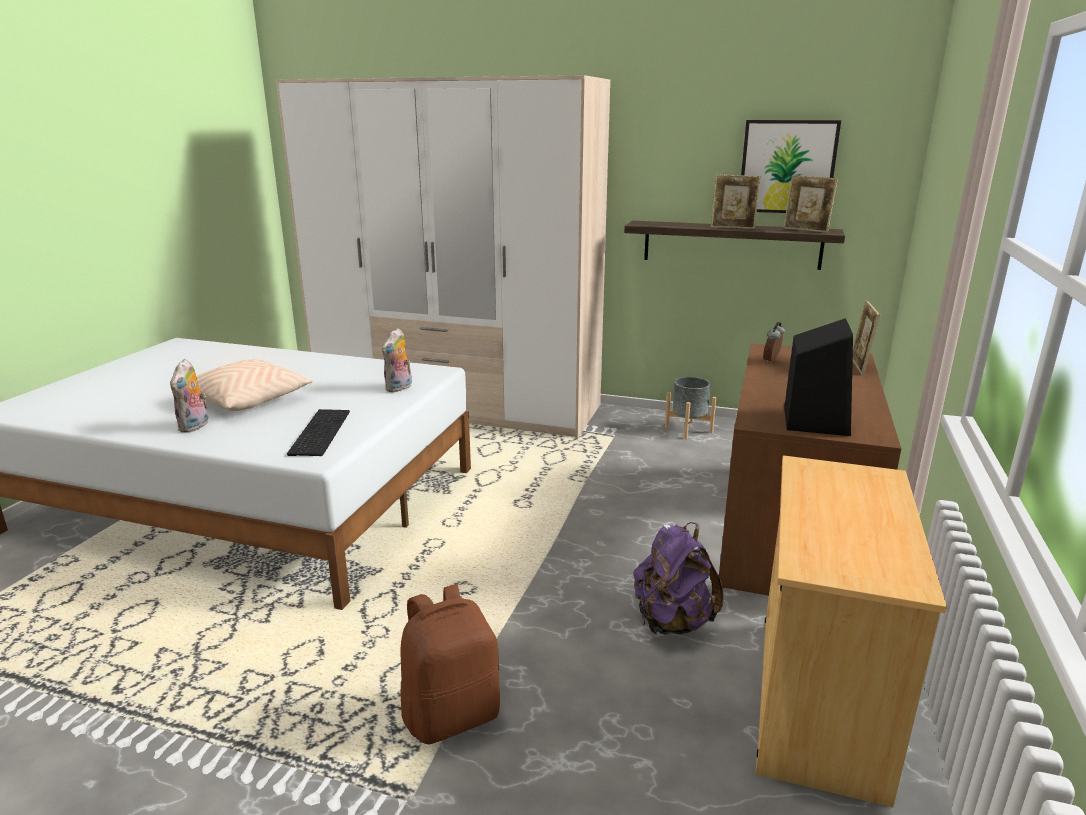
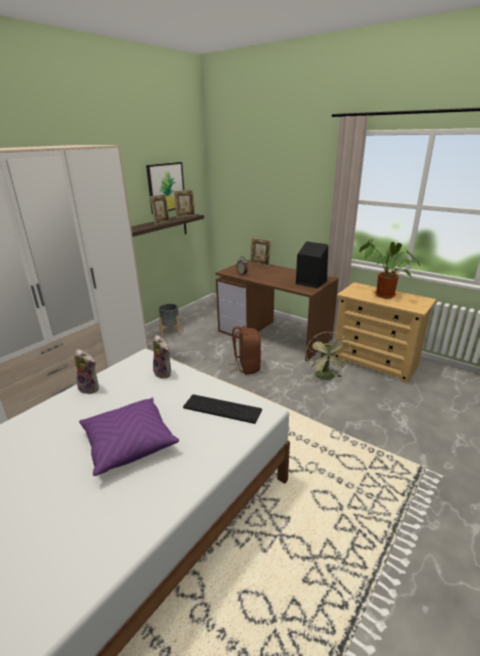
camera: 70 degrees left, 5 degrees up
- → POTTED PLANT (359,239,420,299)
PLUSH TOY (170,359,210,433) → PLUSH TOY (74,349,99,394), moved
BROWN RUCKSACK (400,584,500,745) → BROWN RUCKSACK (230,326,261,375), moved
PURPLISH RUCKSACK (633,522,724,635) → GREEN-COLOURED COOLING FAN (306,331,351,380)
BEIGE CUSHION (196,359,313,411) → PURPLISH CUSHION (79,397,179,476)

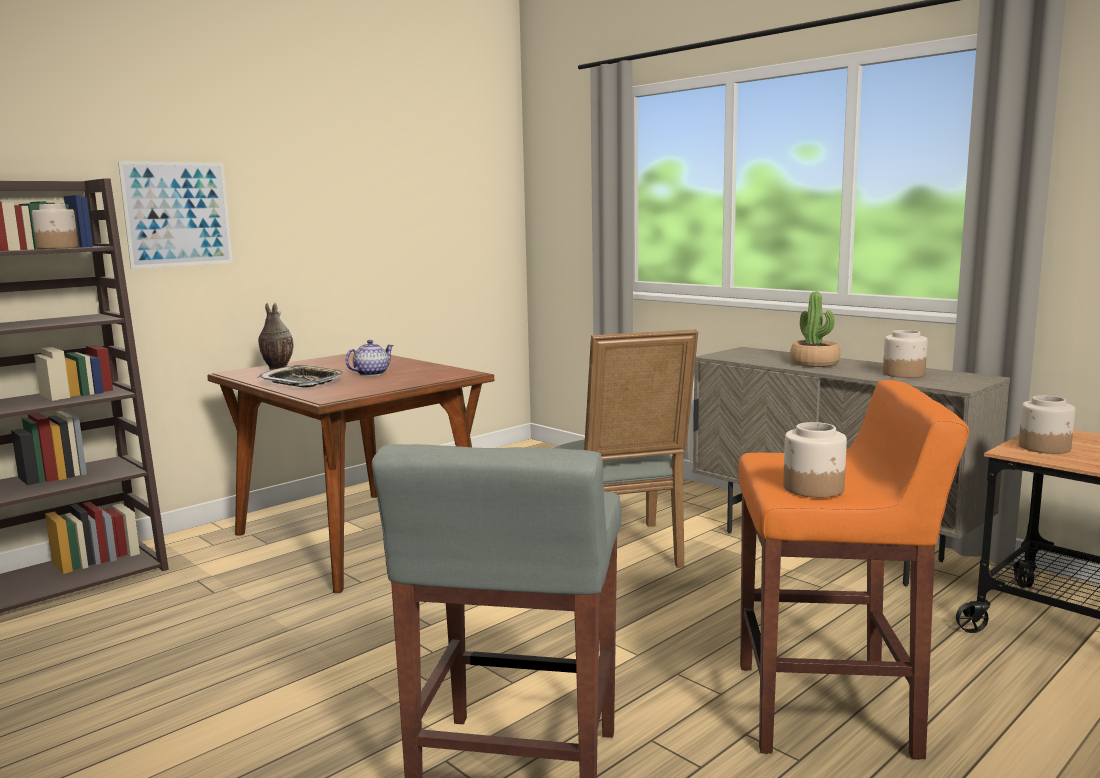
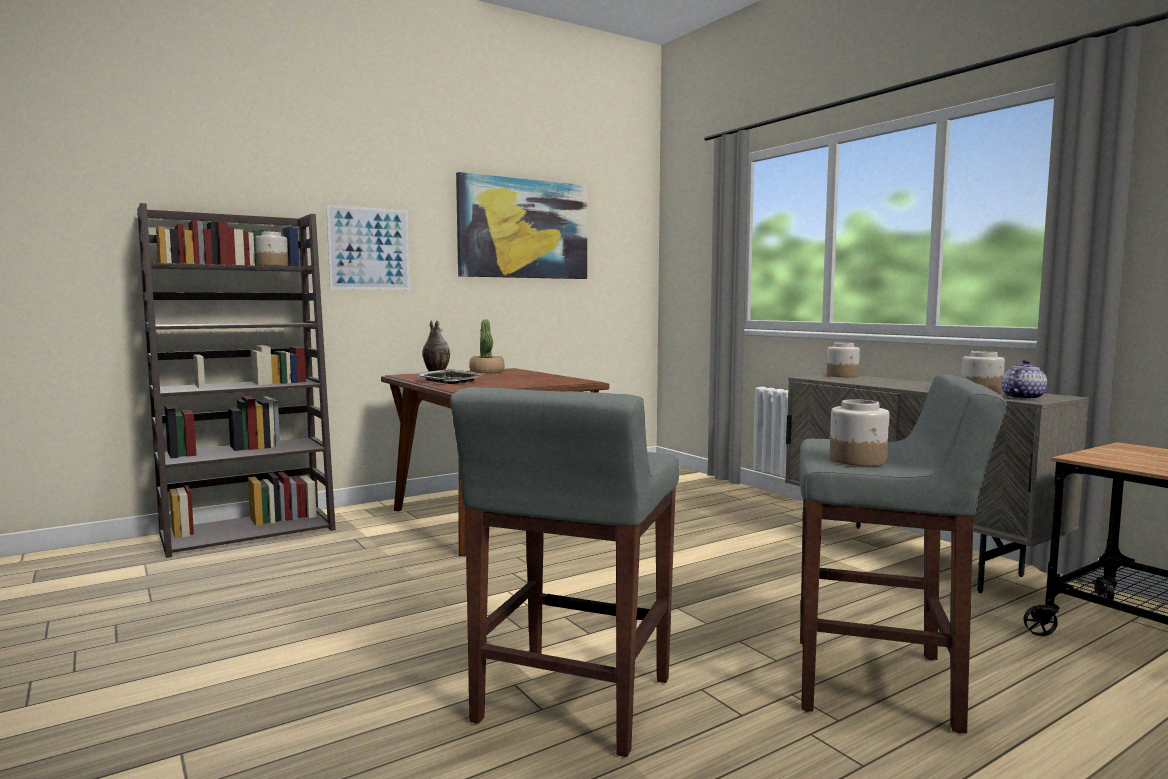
camera: 10 degrees right, 5 degrees down
GRAY CHAIR (554,329,698,568) → -
- → PICTURE (456,172,587,279)
TEAPOT (346,340,394,376) → TEAPOT (1002,360,1047,400), moved
POTTED PLANT (790,292,840,367) → POTTED PLANT (469,319,505,374), moved
PRESERVE JAR (1019,396,1075,454) → PRESERVE JAR (827,342,860,377), moved
ORANGE SITTING STOOL (739,380,969,760) → GRAY SITTING STOOL (799,374,1007,733)

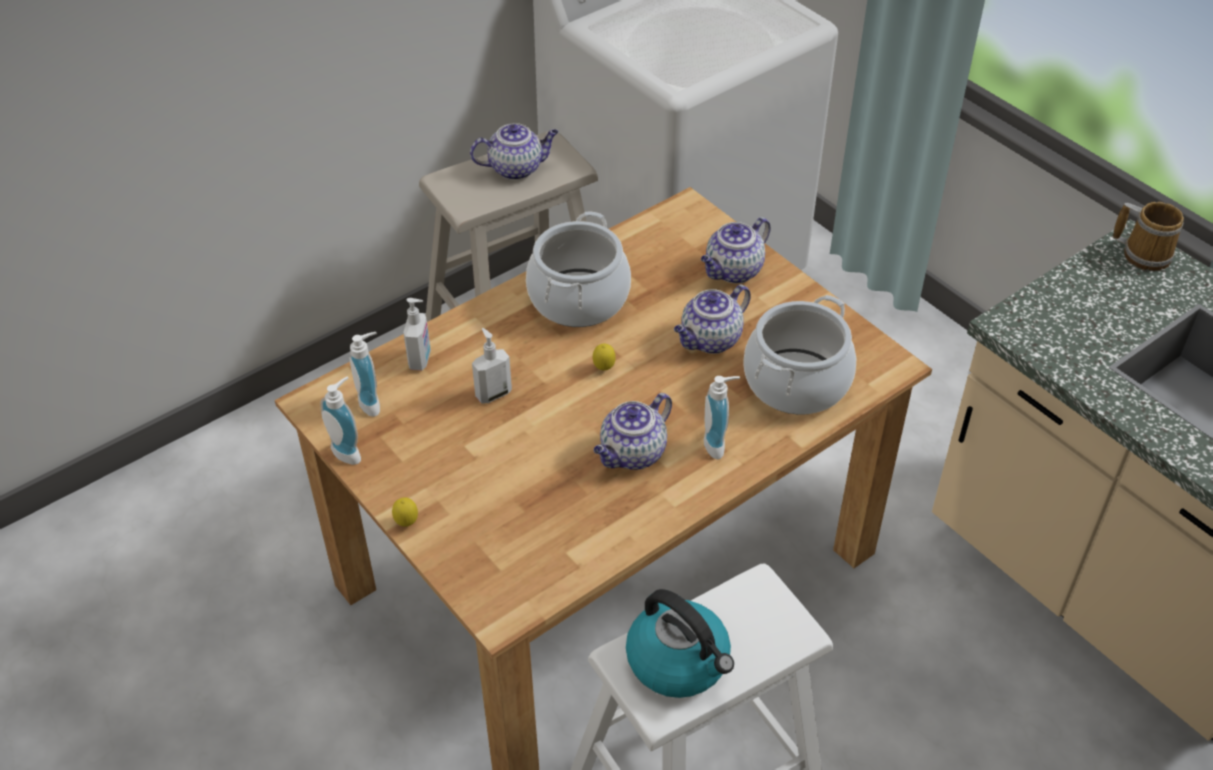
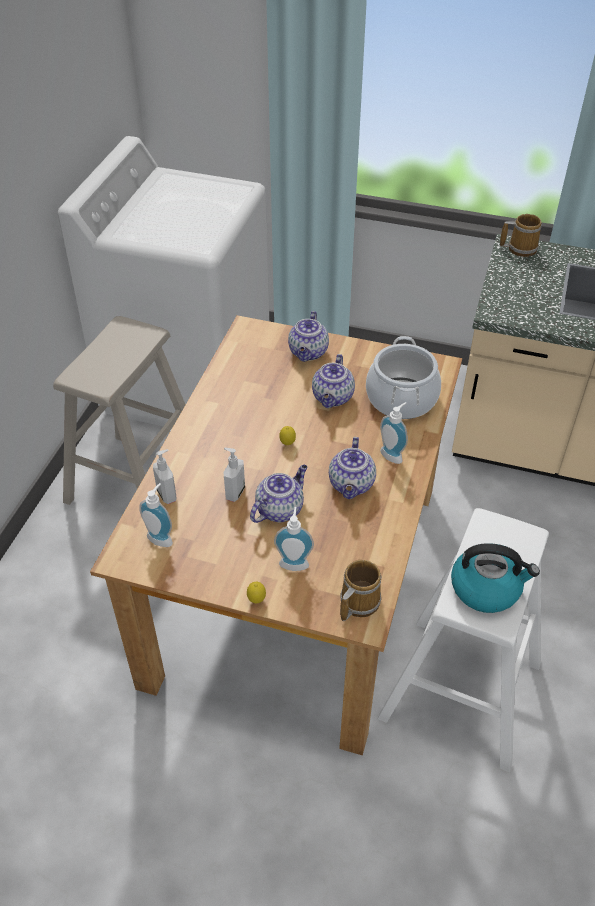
camera: 35 degrees left, 0 degrees up
STOCKPOT (526,211,631,327) → -
- → MUG (340,560,382,621)
LIQUID SOAP BOTTLE (320,377,361,465) → LIQUID SOAP BOTTLE (274,507,314,571), moved
TEAPOT (470,123,558,180) → TEAPOT (250,465,307,523), moved

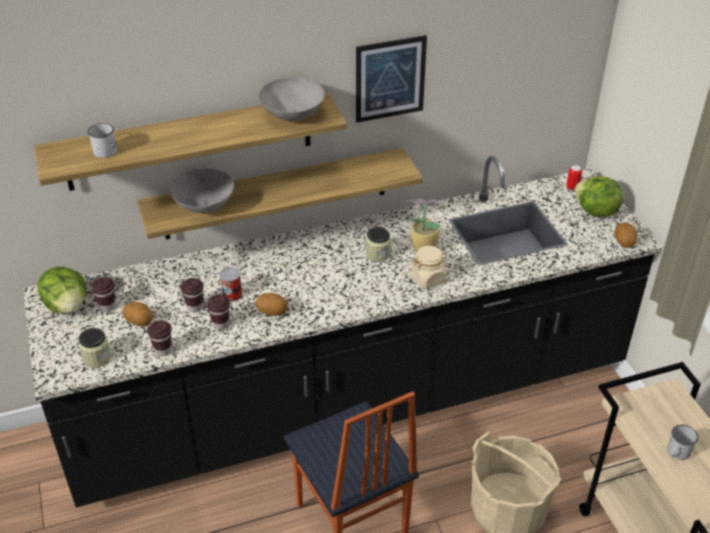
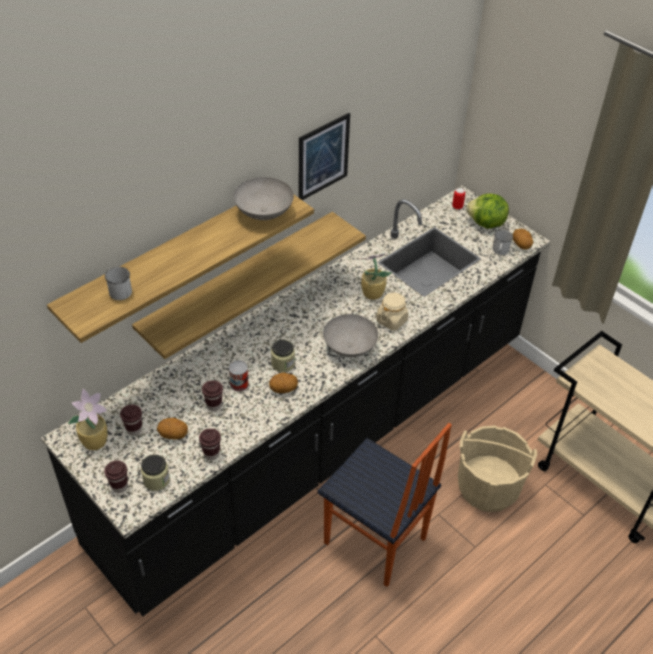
camera: 25 degrees left, 5 degrees up
GRAY SERVING BOWL (170,169,234,213) → GRAY SERVING BOWL (323,314,378,357), moved
BROWN CUP (207,295,230,330) → BROWN CUP (104,460,128,493), moved
PRESERVE JAR (366,227,391,262) → PRESERVE JAR (271,339,295,372), moved
WHITE-COLOURED MUG (667,425,698,460) → WHITE-COLOURED MUG (493,230,513,255), moved
LETTUCE (37,267,86,314) → POTTED PLANT (68,389,107,450)

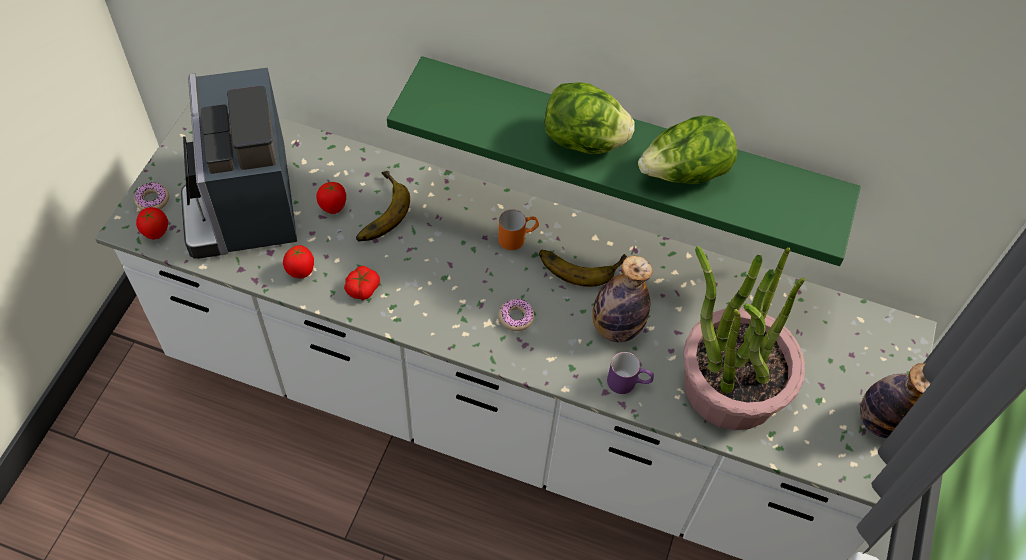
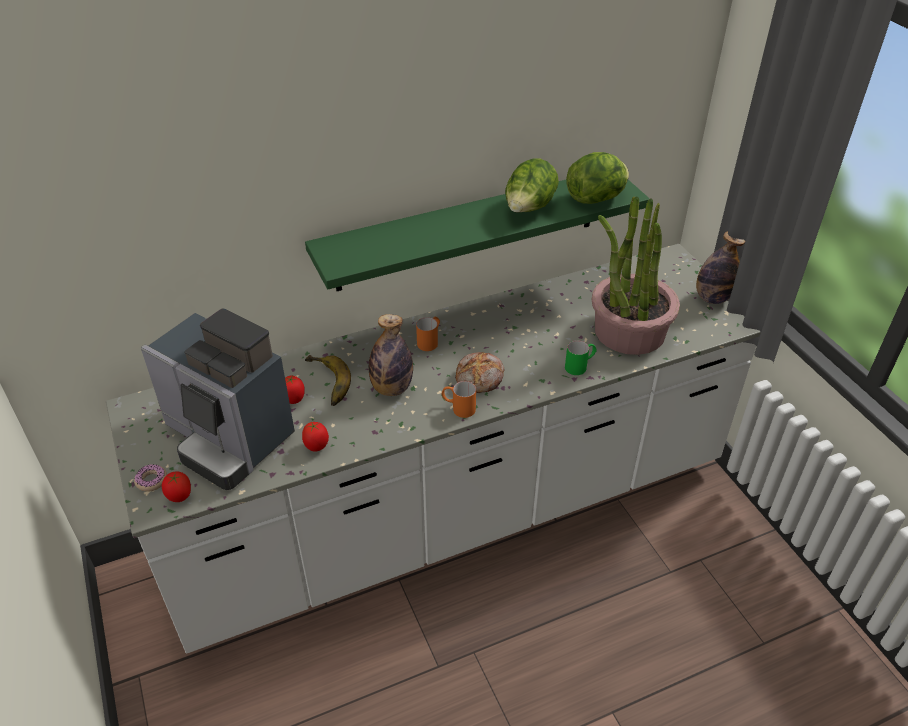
camera: 40 degrees left, 15 degrees down
WHOLE TOMATO (344,266,380,300) → -
WHOLE BANANA (539,250,627,287) → -
- → ORANGE MUG (441,381,476,418)
LETTUCE (545,82,634,154) → LETTUCE (566,152,629,204), moved
BEVERAGE BOTTLE (592,256,653,342) → BEVERAGE BOTTLE (369,314,413,396), moved
RING DOUGHNUT (499,299,534,331) → BAKERY BREAD (455,352,504,393)
PURPLISH MUG (607,352,654,394) → GREEN-COLOURED MUG (565,340,597,375)

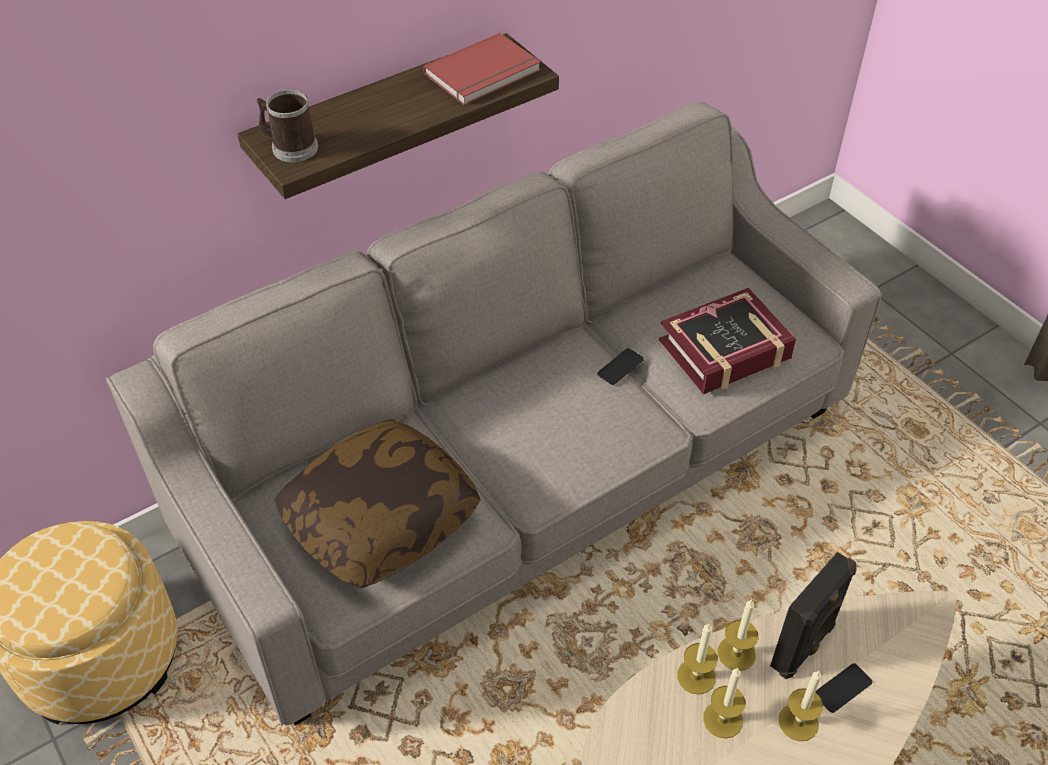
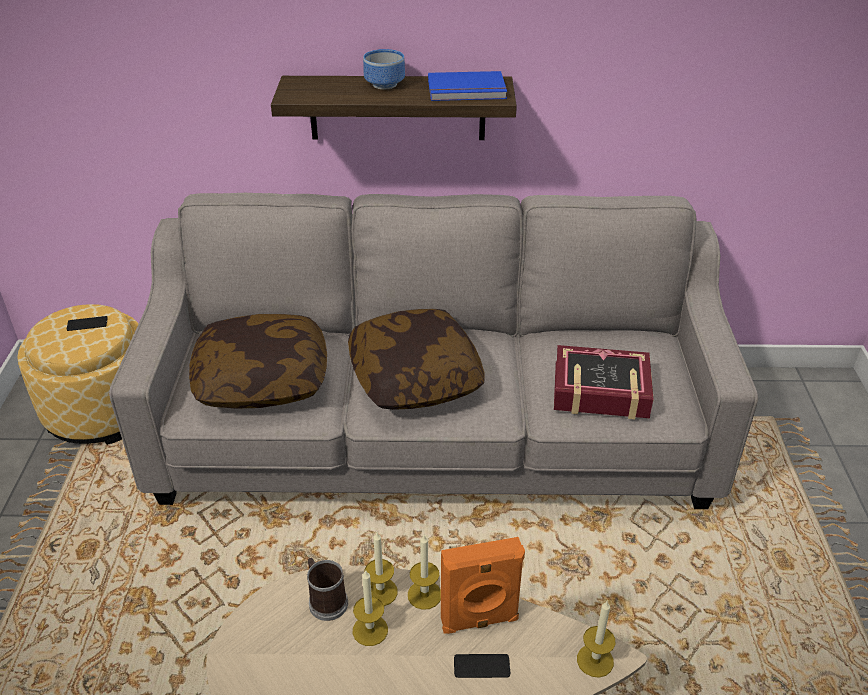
camera: 35 degrees right, 10 degrees down
- → CUSHION (348,309,485,410)
- → SERVING BOWL (363,49,405,89)
MUG (256,90,318,162) → MUG (307,558,348,621), moved
HANDSET (597,348,644,385) → HANDSET (67,316,108,331), moved
WAX LIGHT (778,671,823,741) → WAX LIGHT (577,600,615,678), moved
RED BOOK (423,33,541,105) → BLUISH BOOK (428,71,507,101)
BLACK-COLOURED LOUDSPEAKER (770,552,857,679) → ORANGE LOUDSPEAKER (441,537,525,634)

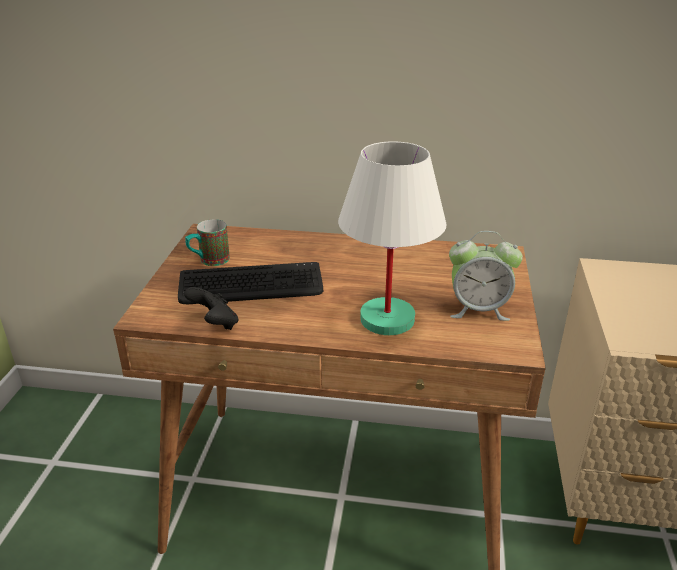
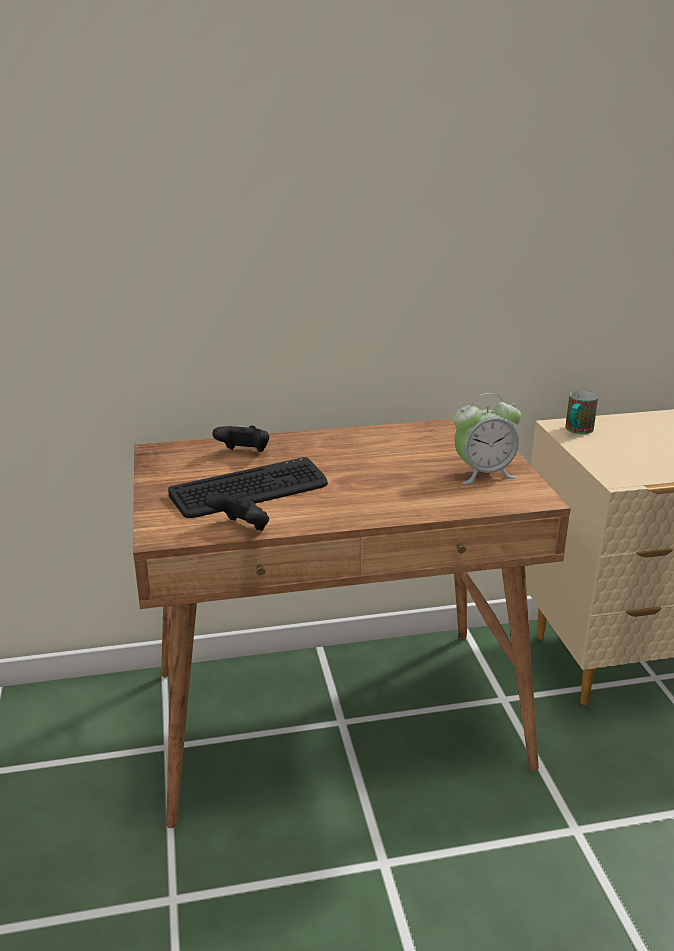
camera: 20 degrees left, 5 degrees down
WHITE-COLOURED TABLETOP LAMP (338,141,446,335) → -
- → BLACK-COLOURED GAMEPAD (212,425,269,452)
MUG (185,219,230,266) → MUG (565,390,598,434), moved

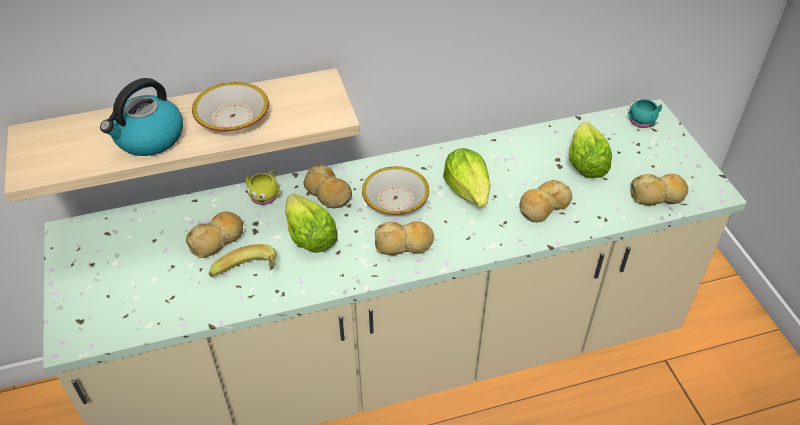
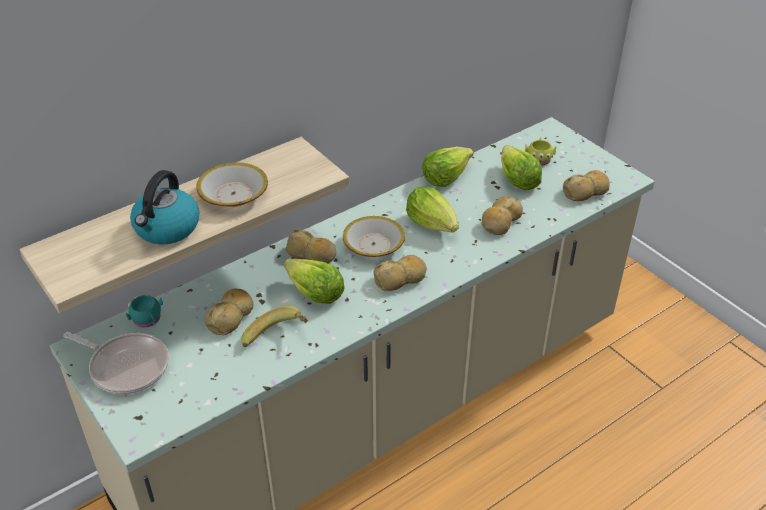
camera: 20 degrees left, 5 degrees down
- → FRYING PAN (63,332,169,394)
- → LETTUCE (422,147,473,187)
YELLOW-COLOURED MUG (245,170,280,205) → YELLOW-COLOURED MUG (525,137,556,166), moved
TURQUOISE MUG (628,99,662,128) → TURQUOISE MUG (126,295,163,328), moved

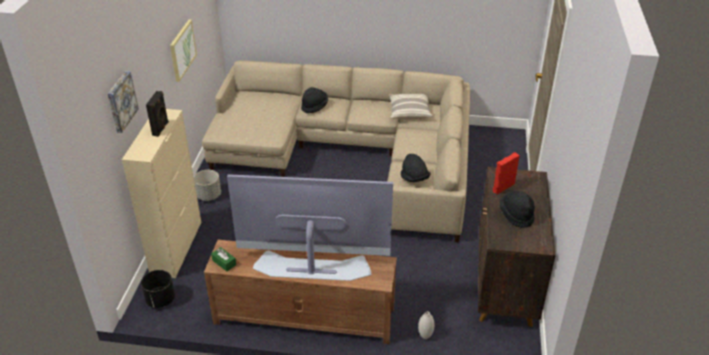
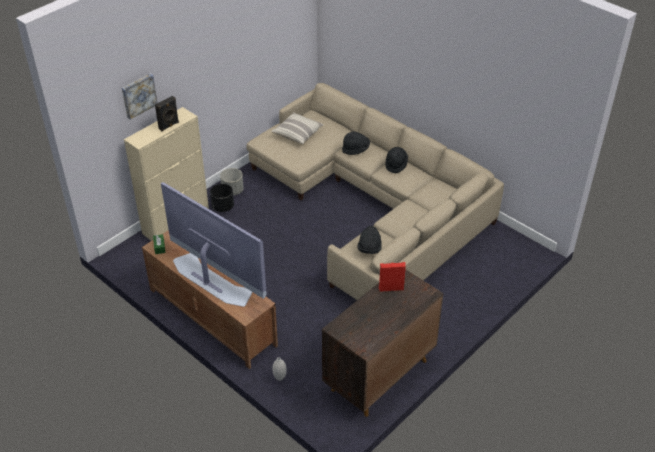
camera: 35 degrees right, 5 degrees up
PICTURE (170,19,197,82) → -
BLACK-COLOURED PLANTER (141,270,175,308) → BLACK-COLOURED PLANTER (210,184,234,212), moved
CUSHION (389,94,433,119) → CUSHION (271,112,324,144), moved
BLACK-COLOURED CLOTHING HAT (500,191,535,228) → BLACK-COLOURED CLOTHING HAT (385,147,408,173), moved

